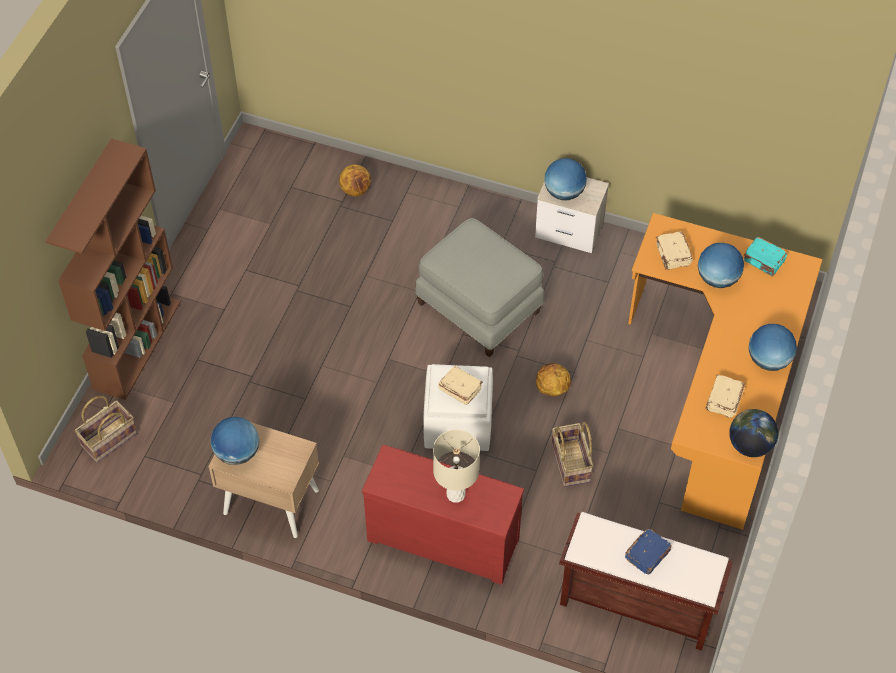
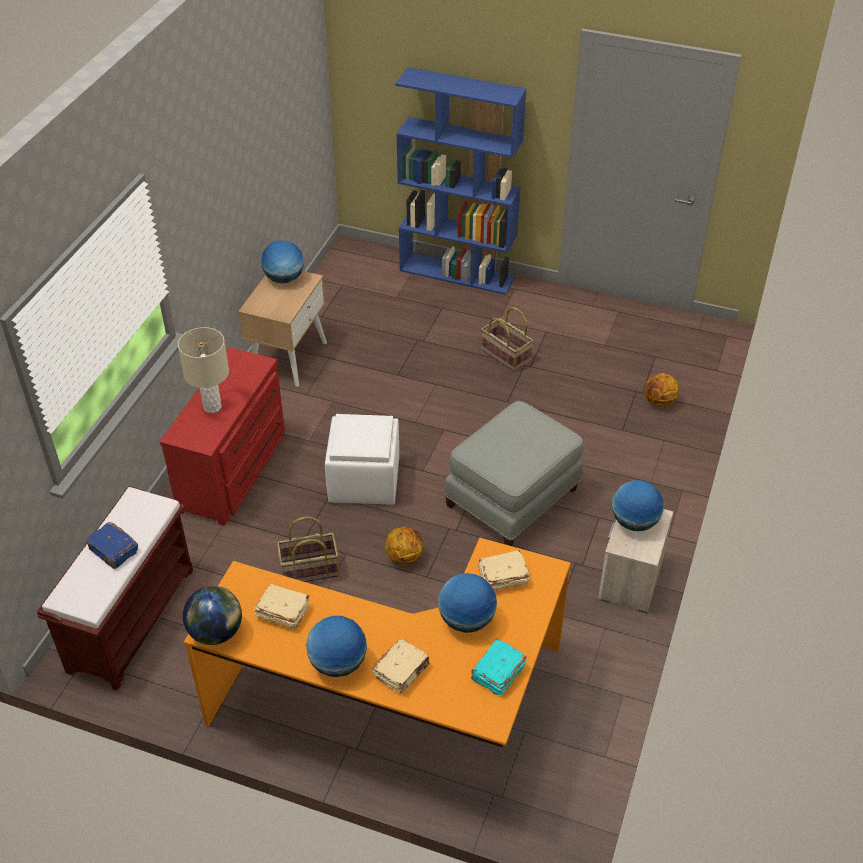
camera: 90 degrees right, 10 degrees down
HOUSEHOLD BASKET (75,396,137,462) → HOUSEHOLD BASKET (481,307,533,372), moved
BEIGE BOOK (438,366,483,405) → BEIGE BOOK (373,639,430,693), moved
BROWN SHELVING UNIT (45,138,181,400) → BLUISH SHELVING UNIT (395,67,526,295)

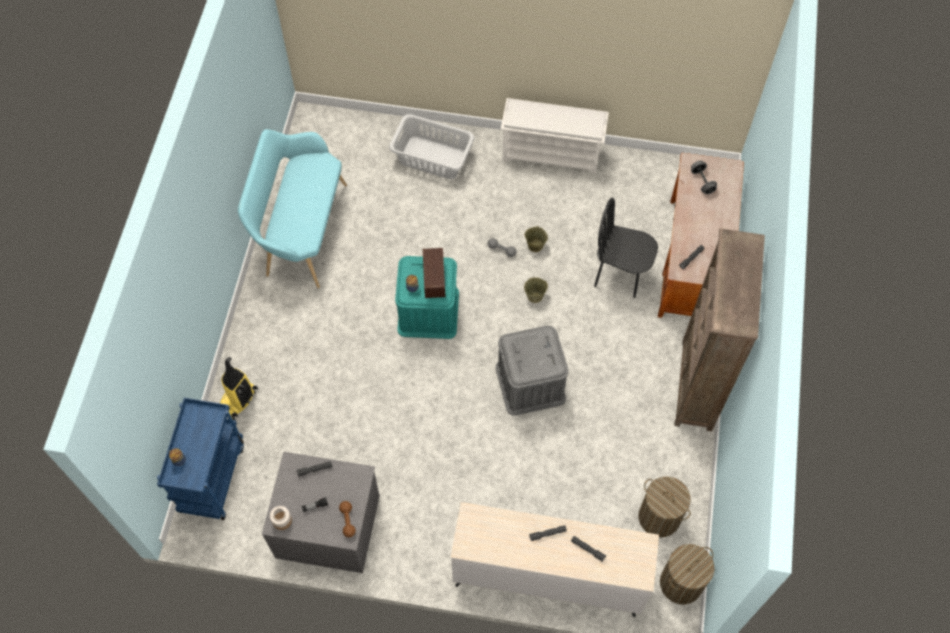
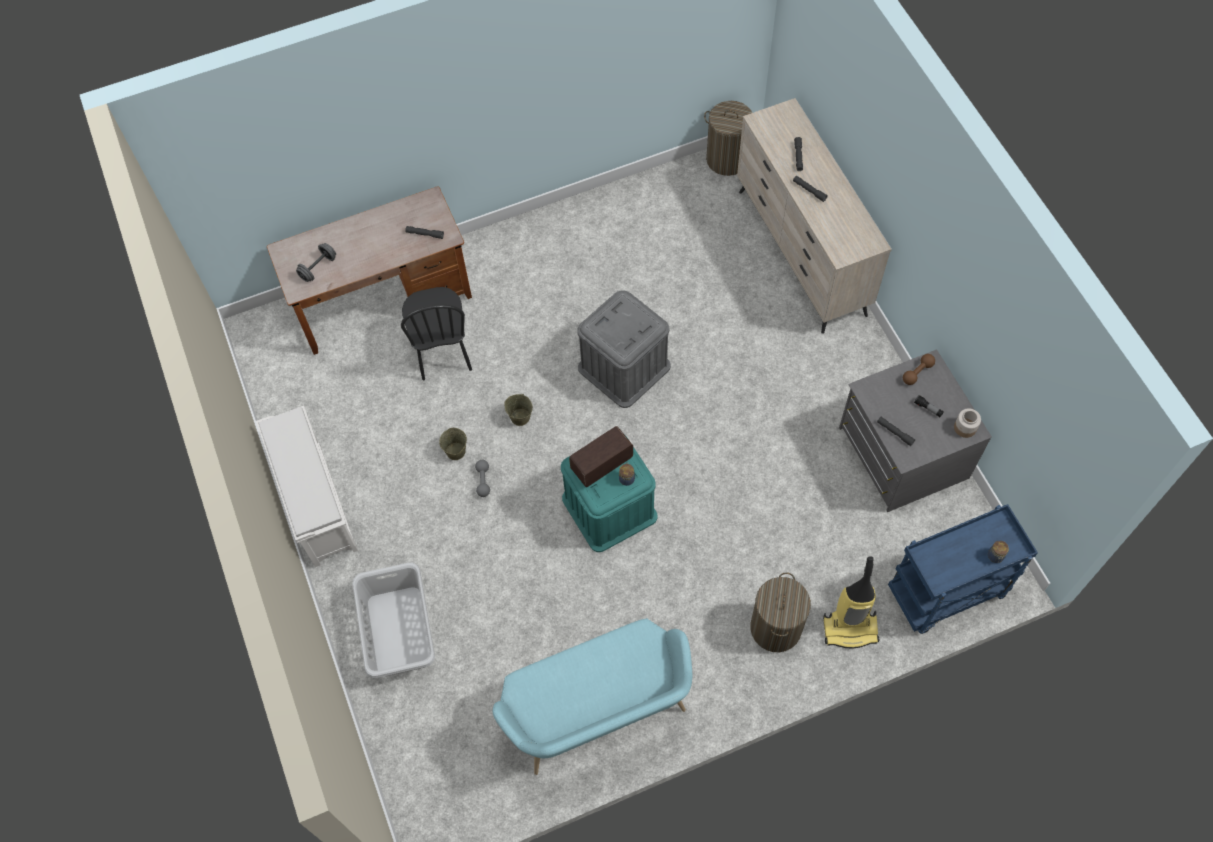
camera: 120 degrees left, 0 degrees up
BROWN SHELVING UNIT (674,228,765,432) → -
HAMPER (638,477,691,538) → HAMPER (750,572,811,652), moved

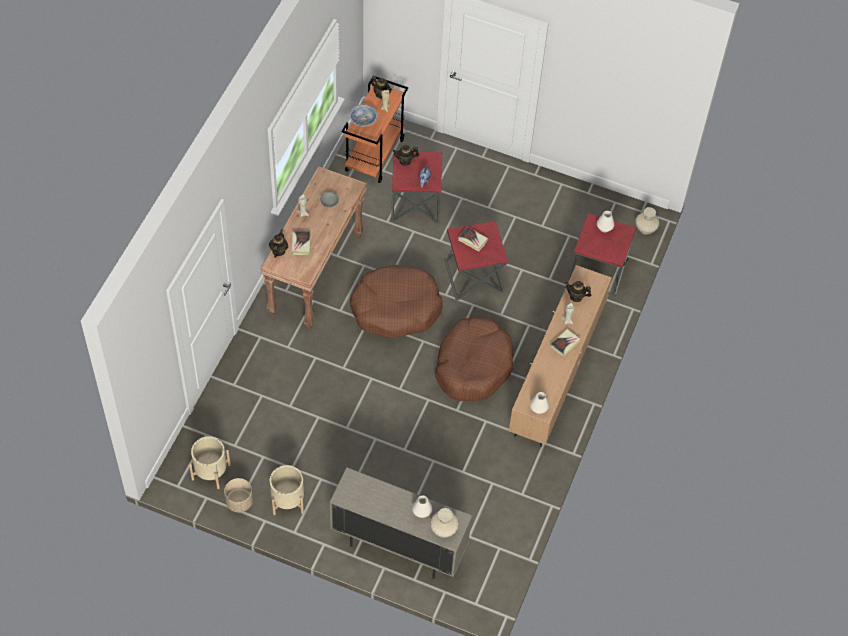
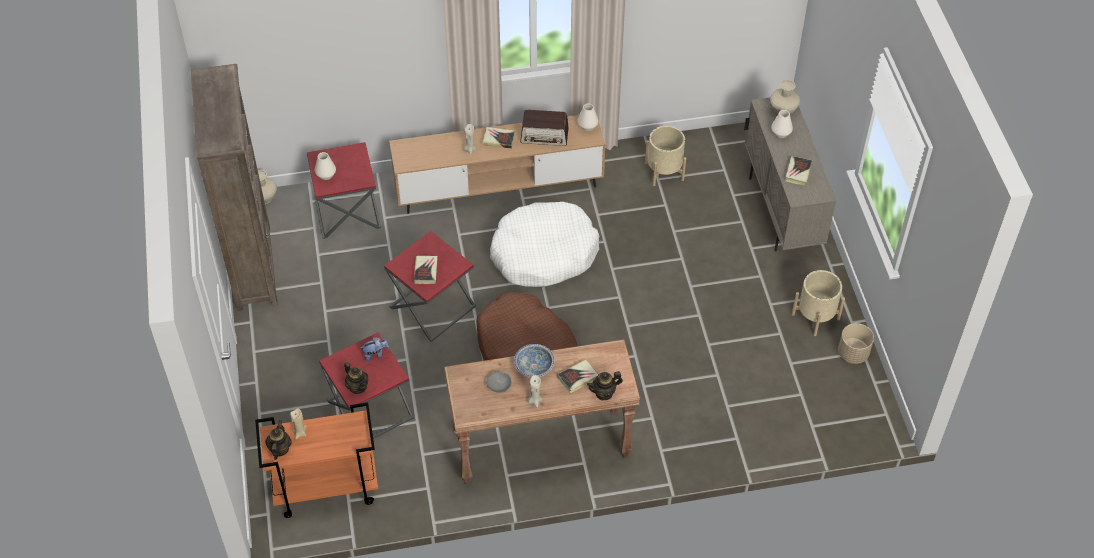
camera: 120 degrees left, 5 degrees down
TEAPOT (565,281,591,302) → -
- → BROWN SHELVING UNIT (191,64,278,311)
- → RADIO (520,110,569,146)
- → BOOK (785,156,812,186)
BEIGE PLANTER (189,436,231,489) → BEIGE PLANTER (645,126,686,186), moved
SERVING BOWL (349,104,378,127) → SERVING BOWL (514,344,555,377), moved
BROWN DOG CUSHION (435,317,514,401) → WHITE-COLOURED DOG CUSHION (490,202,599,287)

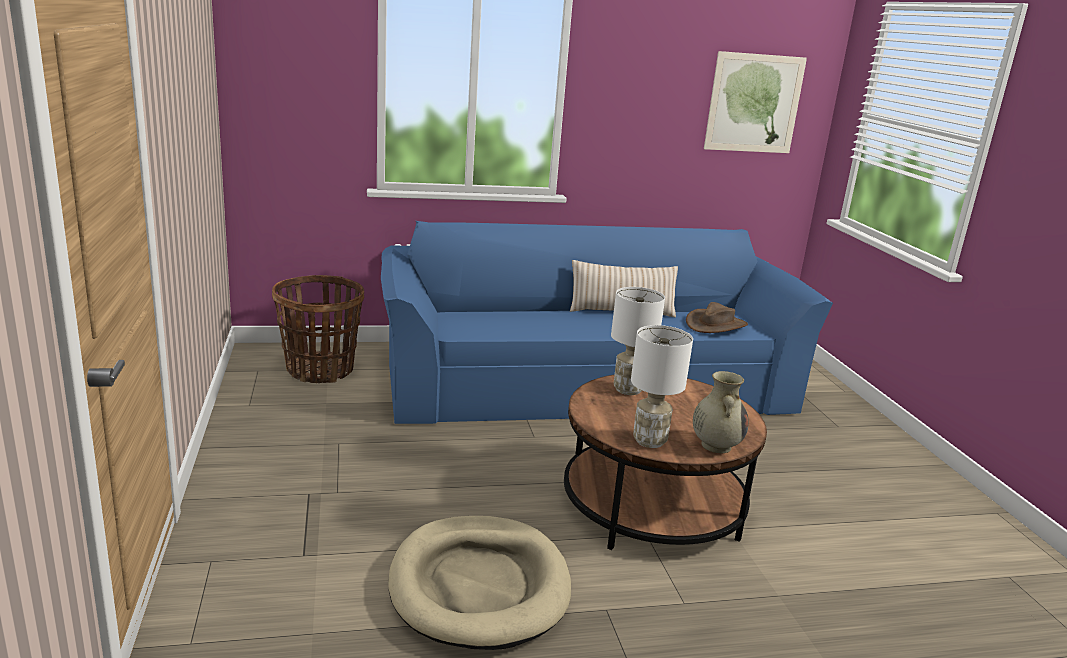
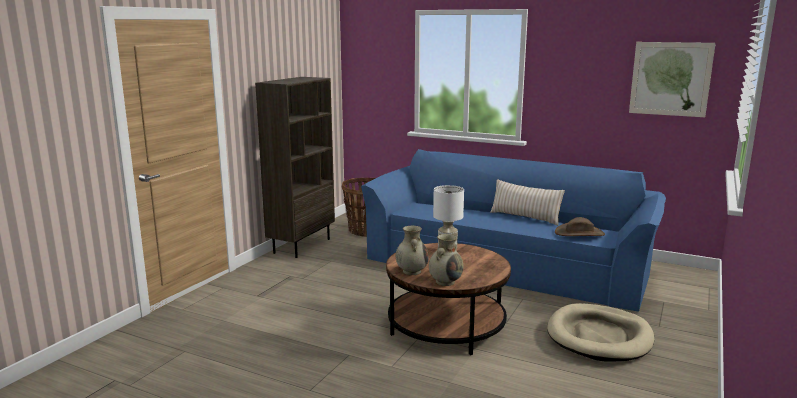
camera: 40 degrees right, 5 degrees down
- → BROWN SHELVING UNIT (255,77,335,258)
BEIGE DOG CUSHION (388,516,571,650) → BEIGE DOG CUSHION (547,303,654,361), moved
WHITE-COLOURED TABLETOP LAMP (631,325,693,448) → BEIGE VASE (396,226,429,275)

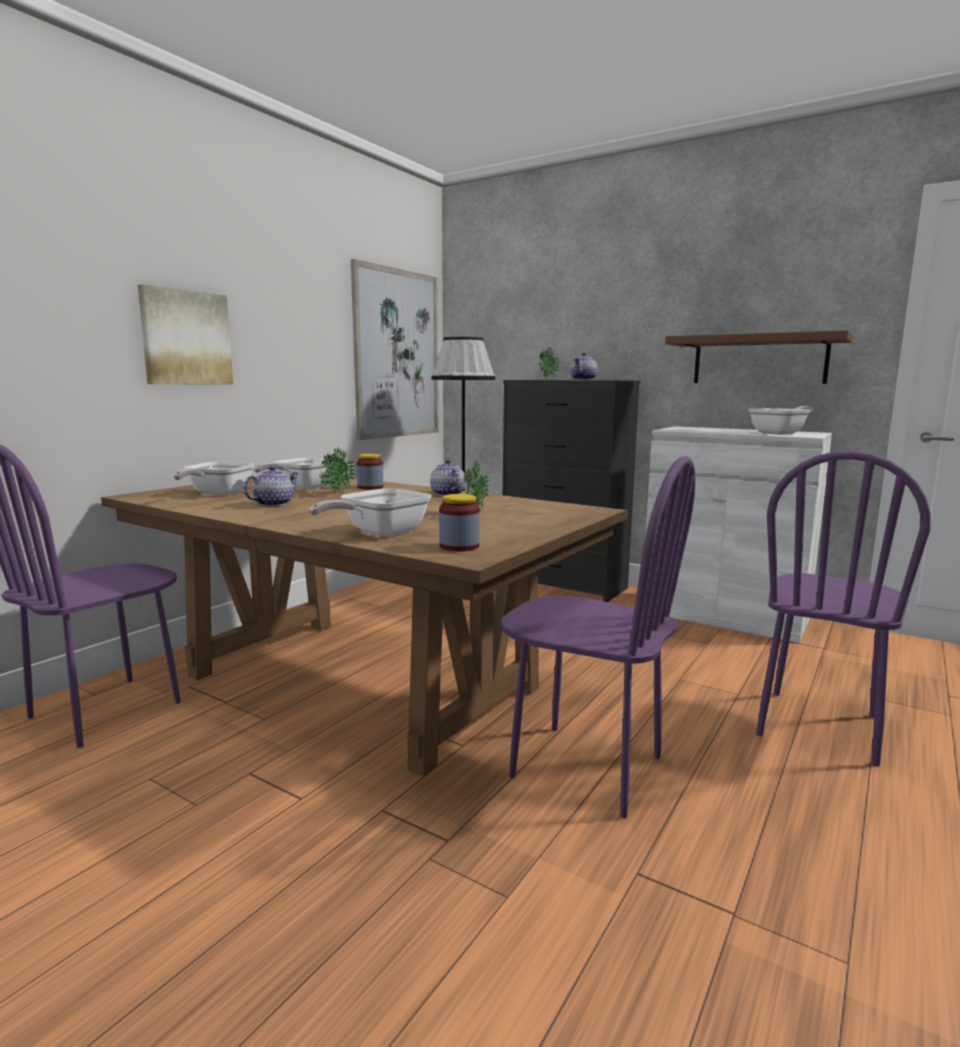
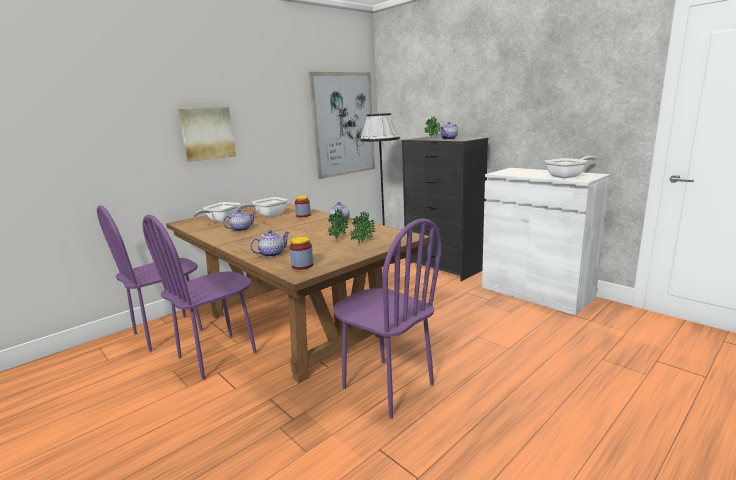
camera: 15 degrees right, 5 degrees up
BROWN WALL SHELF (665,330,853,384) → -
POTTED PLANT (319,447,355,493) → POTTED PLANT (350,211,376,245), moved
PURPLISH CHAIR (756,451,931,767) → PURPLISH CHAIR (143,215,257,380), moved
FRYING PAN (309,488,432,536) → TEAPOT (250,230,290,257)

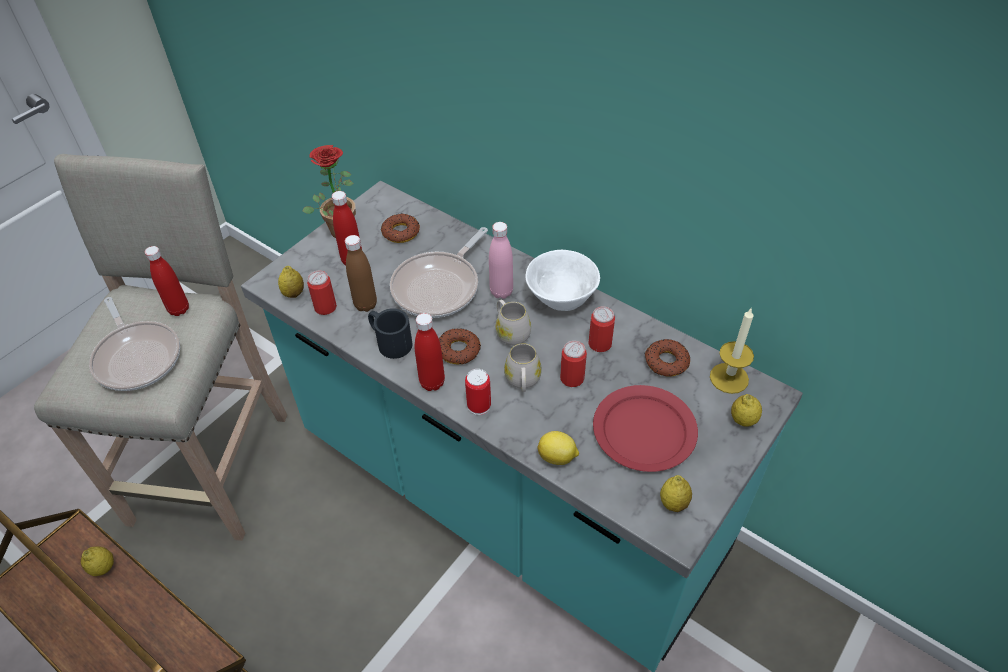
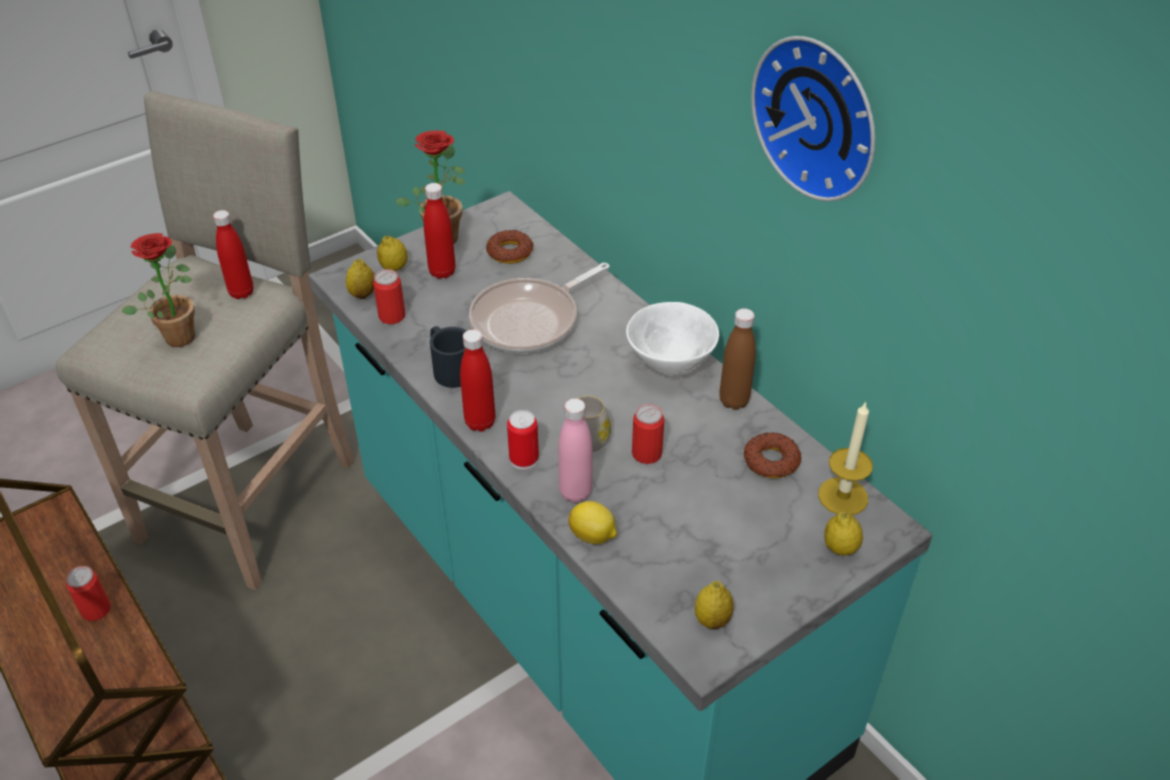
camera: 15 degrees right, 5 degrees down
RING DOUGHNUT (439,328,481,364) → -
WHITE-COLOURED MUG (495,300,531,346) → -
RED DINNER PLATE (593,385,698,472) → -
- → HANGING CLOCK (751,36,875,201)
LEMON (81,546,114,576) → LEMON (377,236,407,271), moved
BROWN BEVERAGE BOTTLE (345,235,377,312) → BROWN BEVERAGE BOTTLE (719,308,756,410), moved
PINKISH BEVERAGE BOTTLE (489,222,513,299) → PINKISH BEVERAGE BOTTLE (558,398,592,503), moved
CAN (588,307,615,352) → CAN (66,566,111,621), moved
FRYING PAN (89,297,180,391) → POTTED PLANT (121,233,195,347)

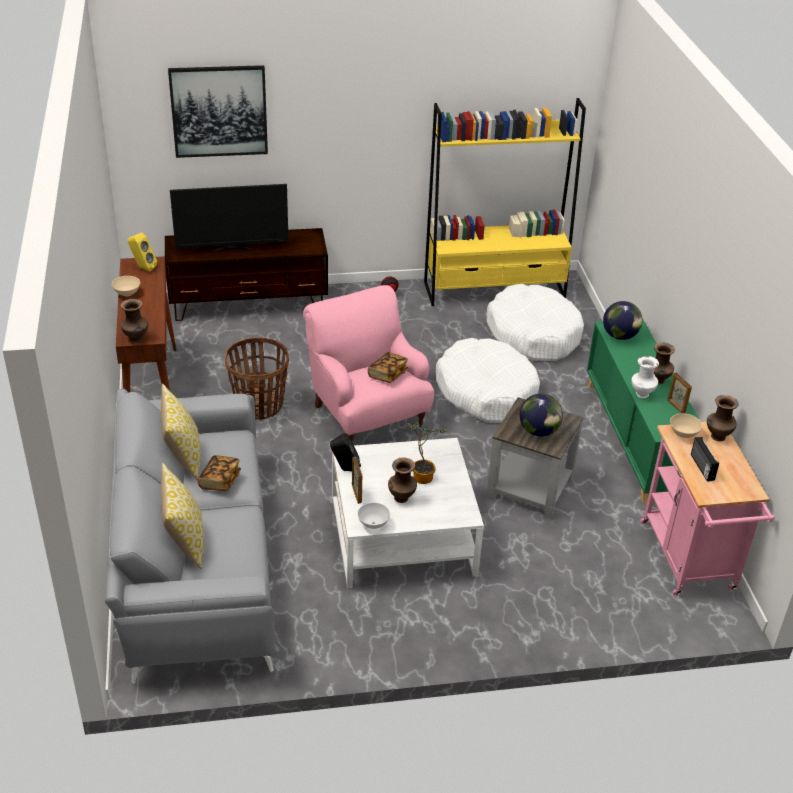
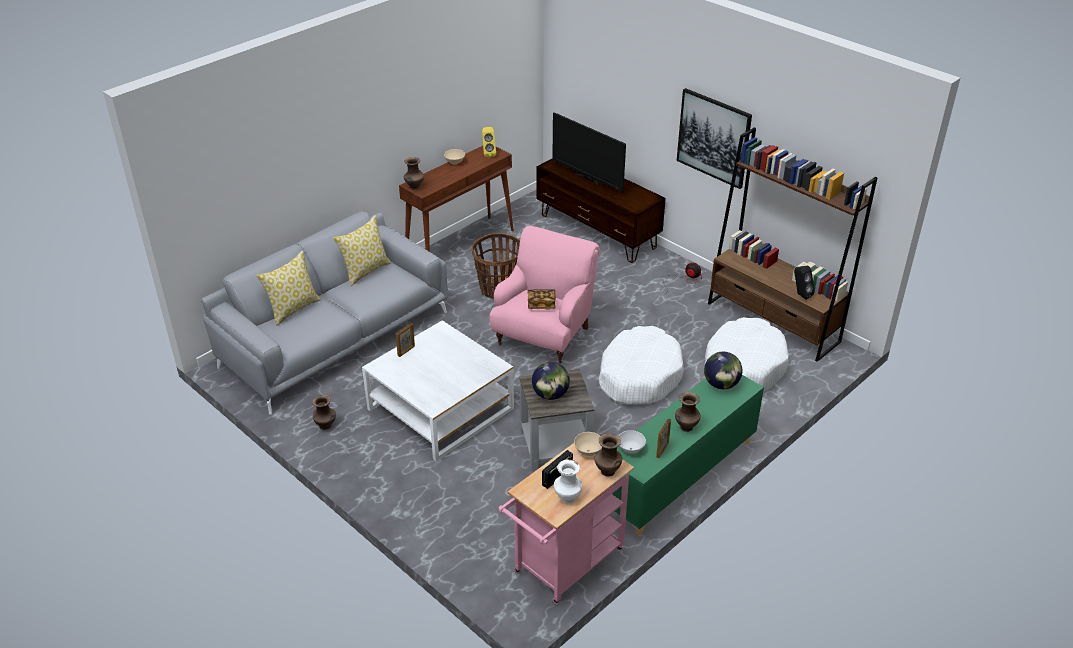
camera: 55 degrees right, 0 degrees up
BOOK (198,455,241,491) → -
POTTED PLANT (406,423,447,484) → -
PICTURE (168,65,268,158) → PICTURE (677,88,752,189), moved
BLACK-COLOURED LOUDSPEAKER (330,433,361,471) → BLACK-COLOURED LOUDSPEAKER (794,266,815,300), moved
WHITE-COLOURED SERVING BOWL (357,502,390,529) → WHITE-COLOURED SERVING BOWL (618,430,646,453), moved
BROWN VASE (388,457,417,503) → BROWN VASE (312,395,336,430), moved
WHITE-COLOURED VASE (631,356,659,398) → WHITE-COLOURED VASE (554,459,582,503), moved
YELLOW-COLOURED SHELVING UNIT (424,98,586,306) → BROWN SHELVING UNIT (708,127,877,362)

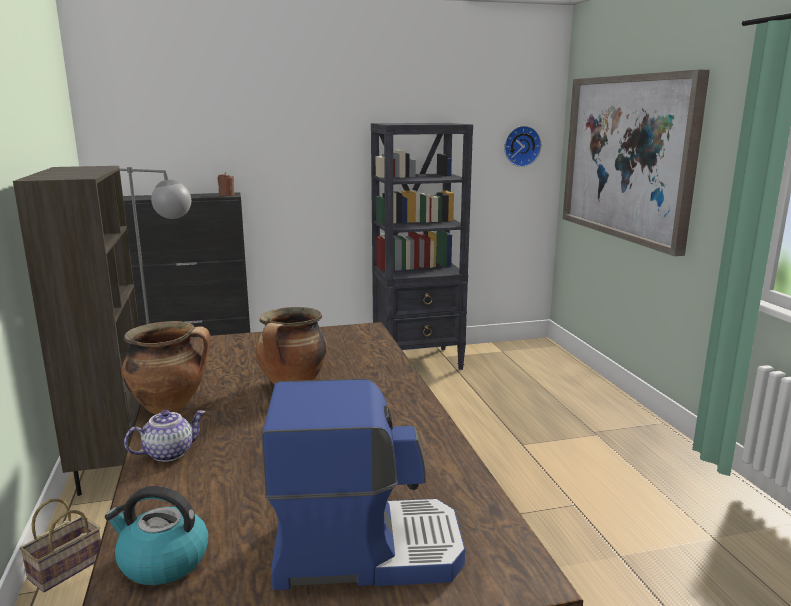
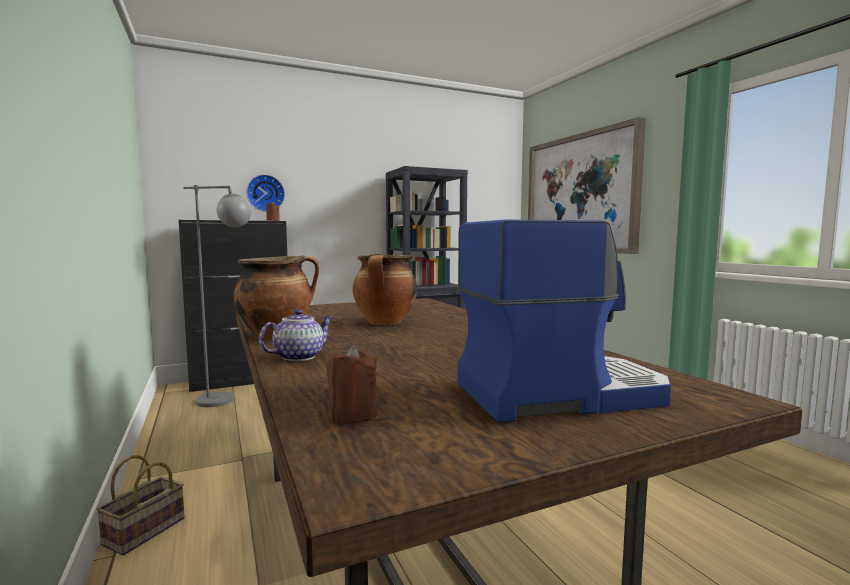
camera: 10 degrees left, 10 degrees down
BROWN SHELVING UNIT (13,166,140,496) → -
HANGING CLOCK (504,126,542,167) → HANGING CLOCK (246,174,285,212), moved
KETTLE (105,486,208,585) → BROWN WAX LIGHT (327,345,378,424)

